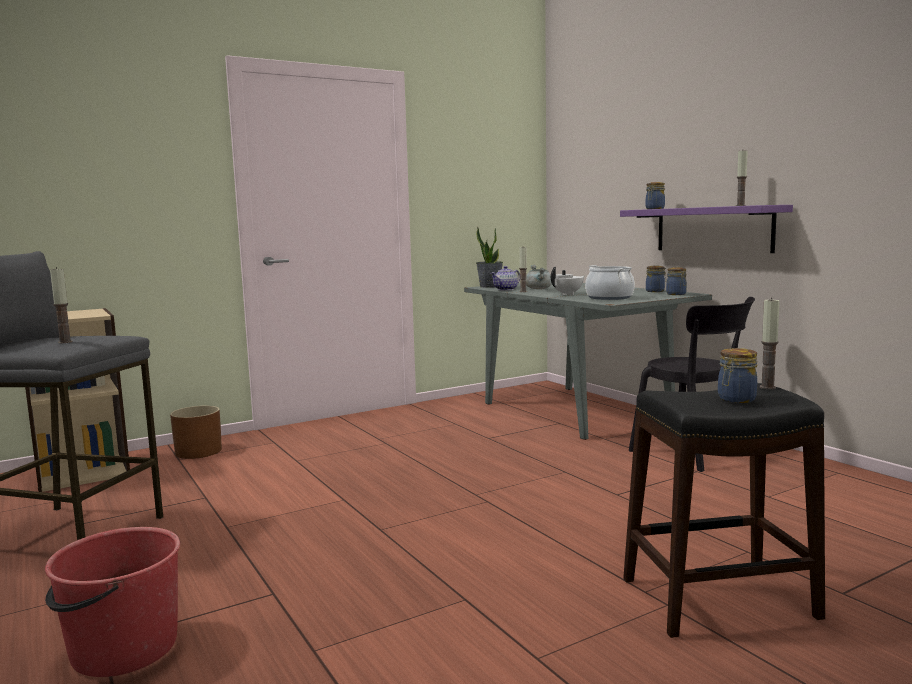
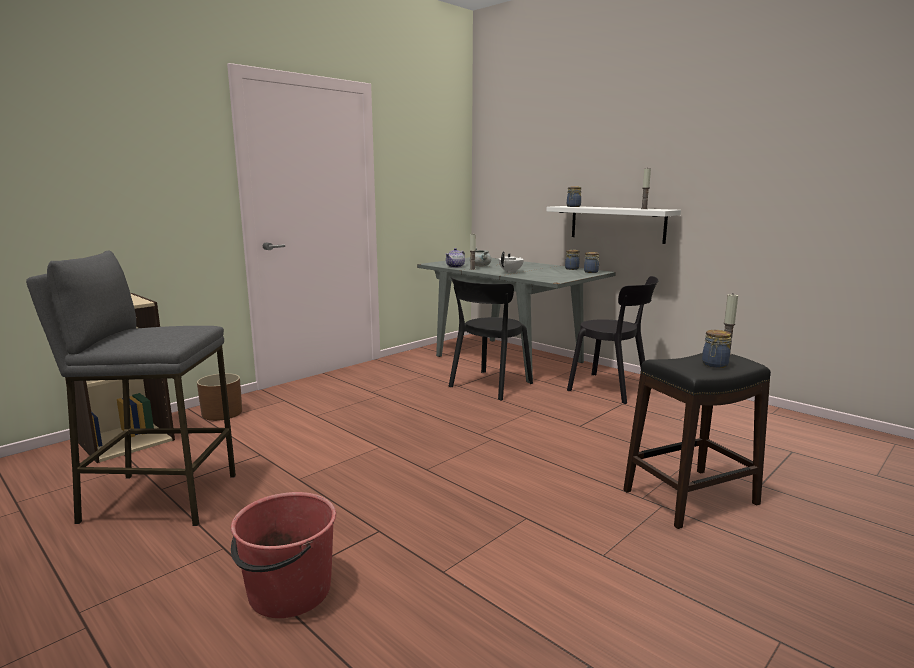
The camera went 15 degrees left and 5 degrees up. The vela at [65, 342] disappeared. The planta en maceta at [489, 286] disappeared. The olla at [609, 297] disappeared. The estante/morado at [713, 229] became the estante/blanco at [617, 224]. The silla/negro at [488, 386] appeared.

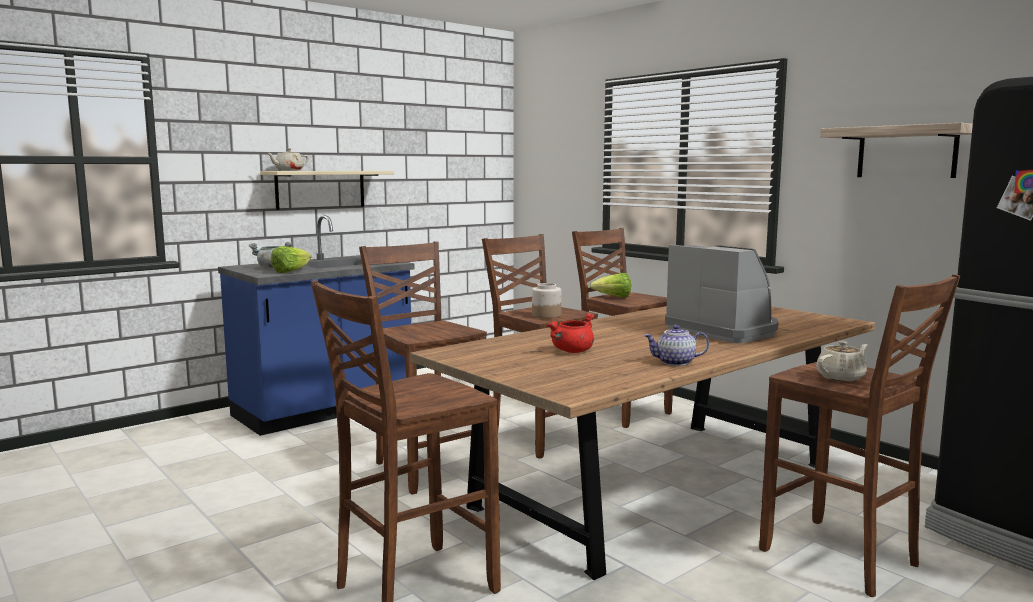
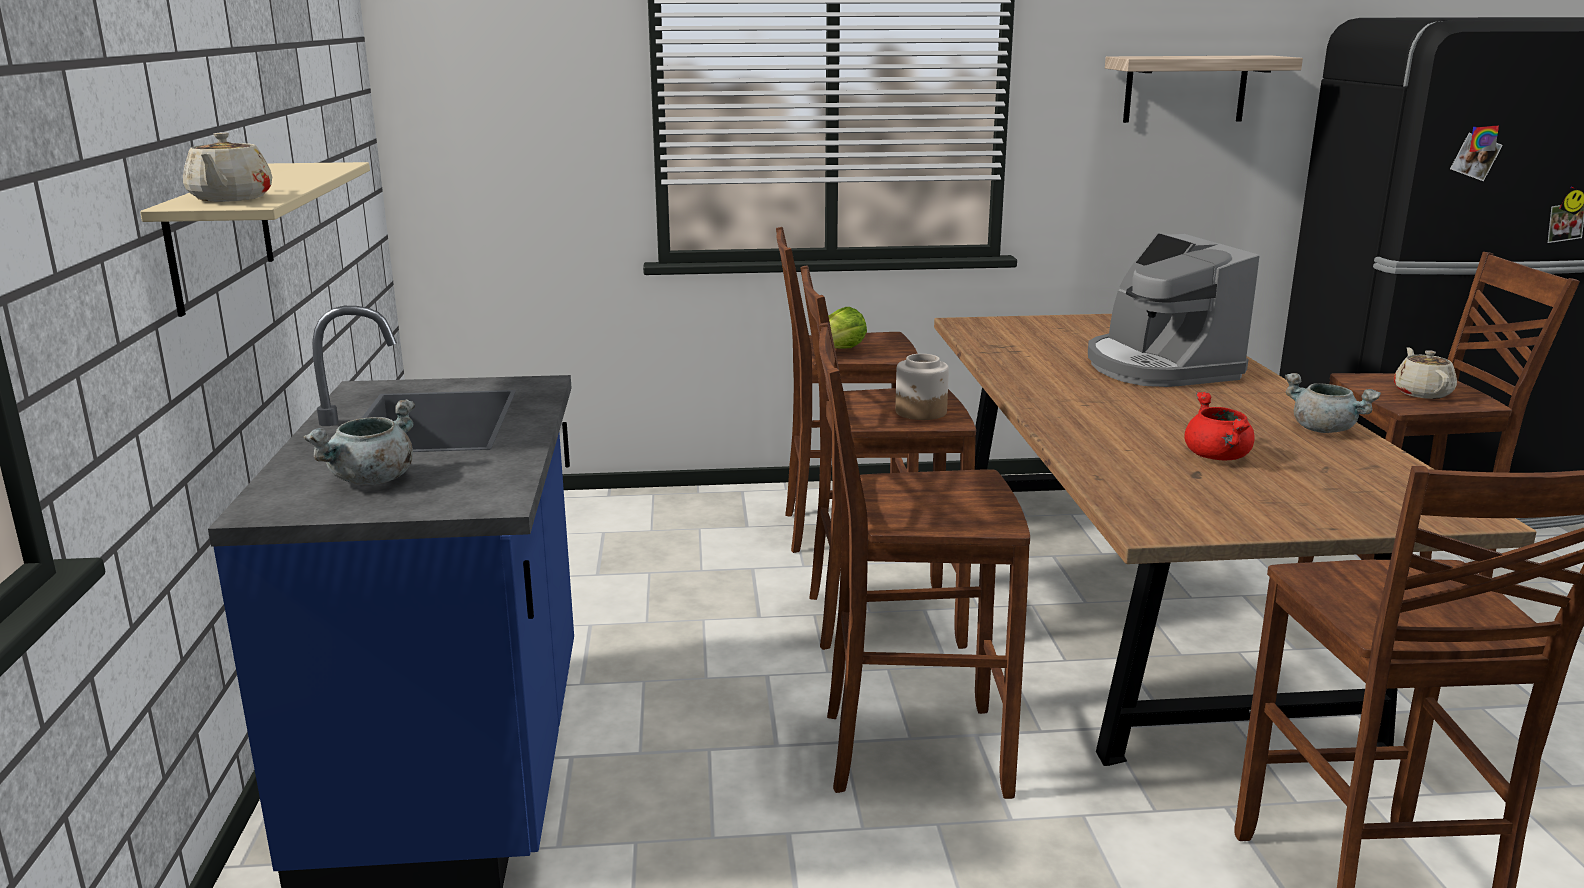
The camera went 55 degrees left and 10 degrees up. The lechuga at [291, 272] disappeared. The tetera at [675, 362] was replaced by the olla/gris at [1324, 430]. The cafetera at [723, 330] turned 105 degrees counterclockwise.

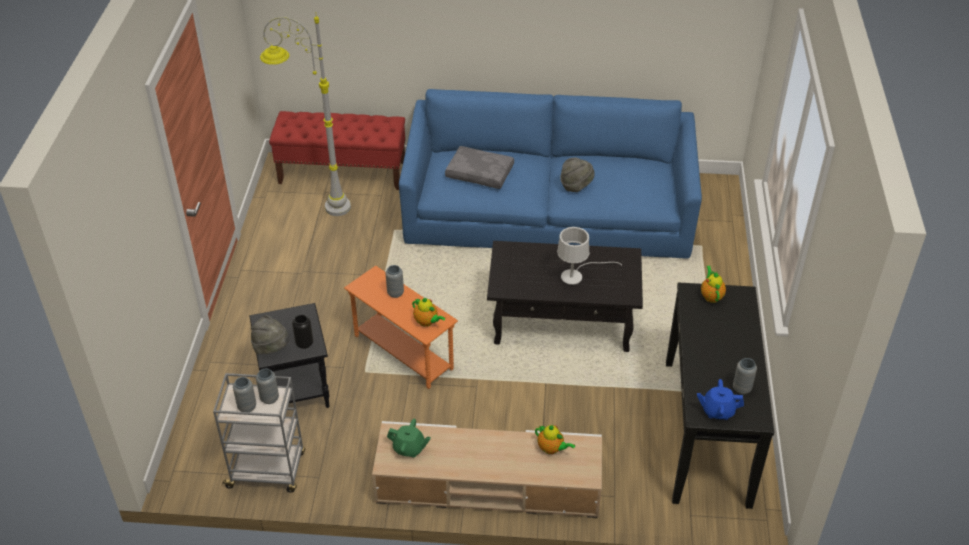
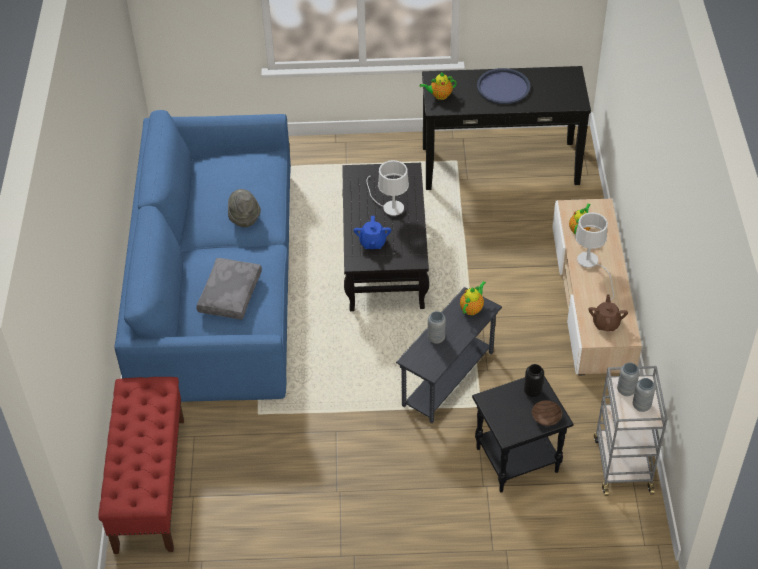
The camera went 95 degrees left and 5 degrees up. The sombrero/gris at [272, 348] was replaced by the cuenco/marrón at [545, 417]. The lámpara de pie/gris at [316, 205] disappeared. The mesa auxiliar/naranja at [403, 353] became the mesa auxiliar/gris at [448, 379]. The tetera/verde at [409, 448] became the tetera/marrón at [606, 323]. The tetera/azul moved from [717, 411] to [372, 243]. The florero/gris at [741, 388] disappeared. The bandeja/azul at [503, 87] appeared. The lámpara de mesa/blanco at [591, 266] appeared.

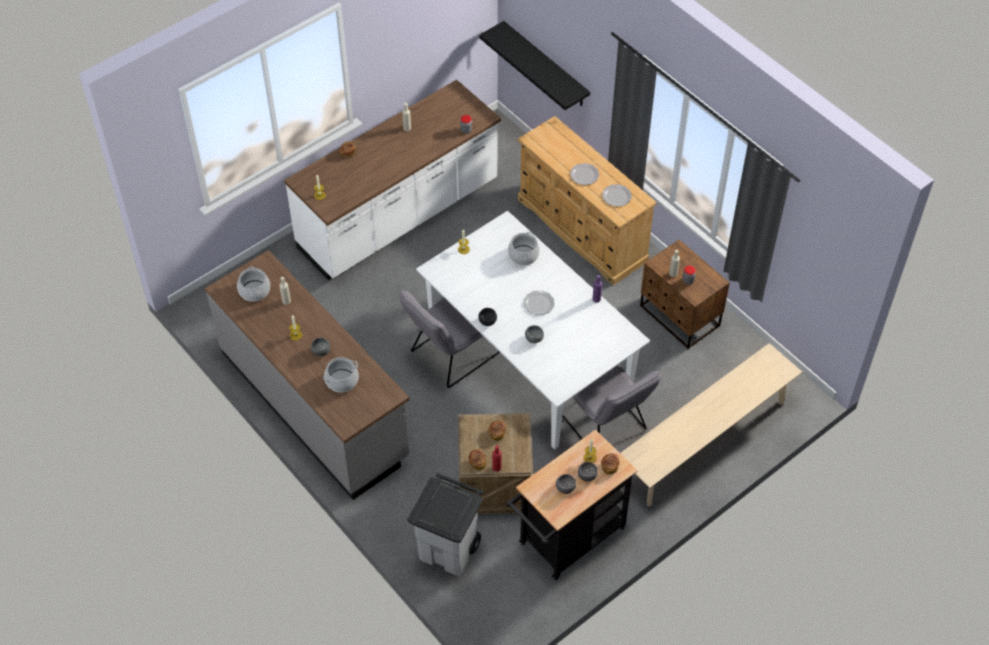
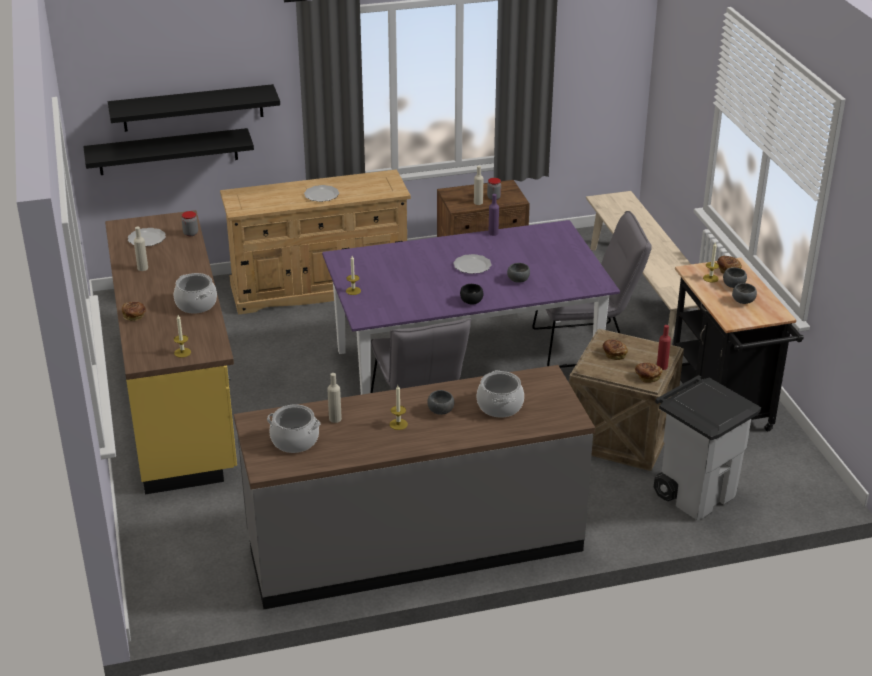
The camera went 65 degrees left and 20 degrees down. The mueble bajo de cocina/blanco at [399, 216] became the mueble bajo de cocina/amarillo at [178, 400]. The mesa de comedor/blanco at [530, 359] became the mesa de comedor/morado at [466, 367]. The olla moved from [523, 255] to [196, 304]. The plato moved from [617, 196] to [147, 238]. The estante/negro at [193, 108] appeared.

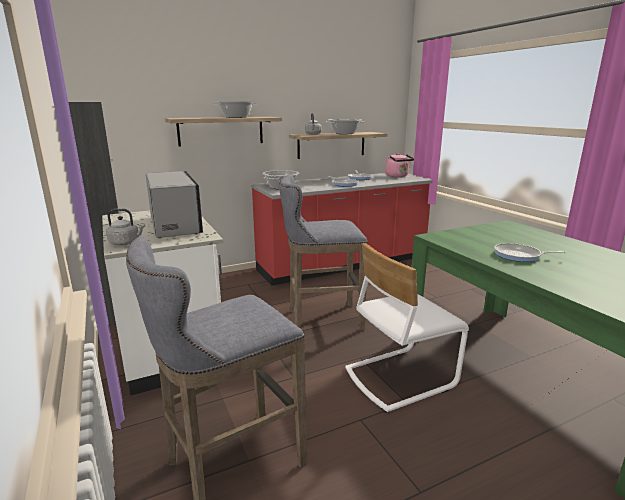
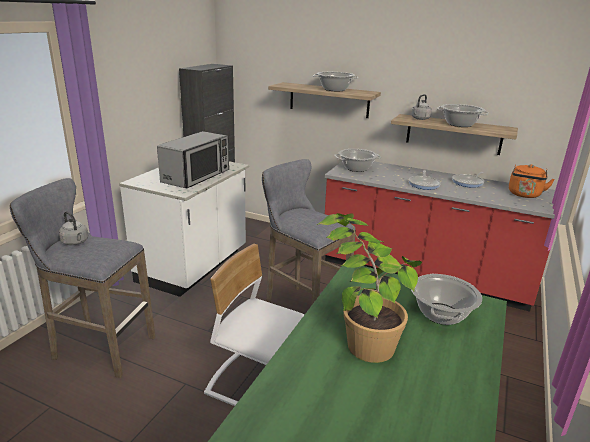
The camera went 50 degrees right and 5 degrees up. The hervidor/gris moved from [126, 243] to [75, 242]. The hervidor/rosa at [398, 176] became the hervidor/naranja at [524, 195]. The sartén at [520, 256] was replaced by the planta en maceta at [360, 331]. The olla at [441, 314] appeared.

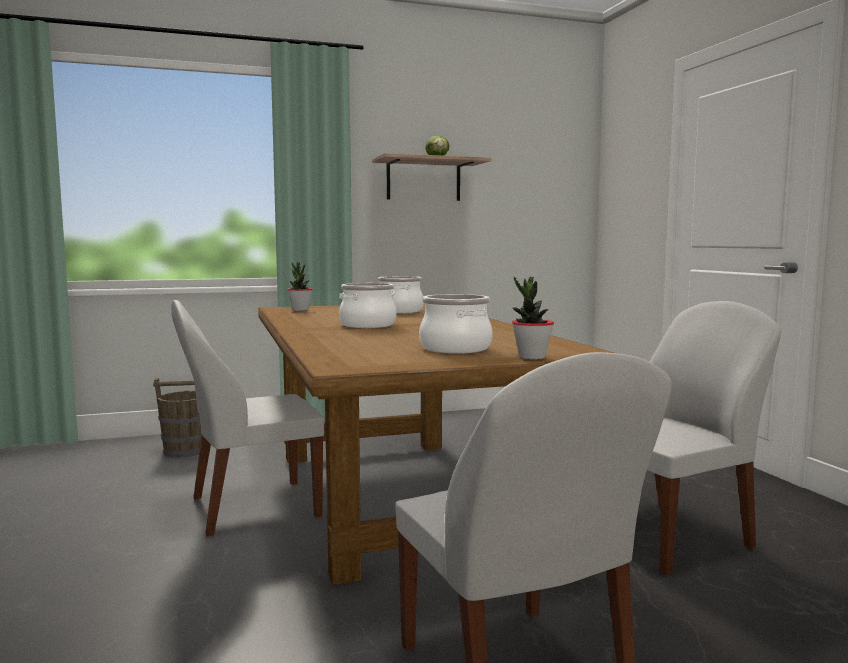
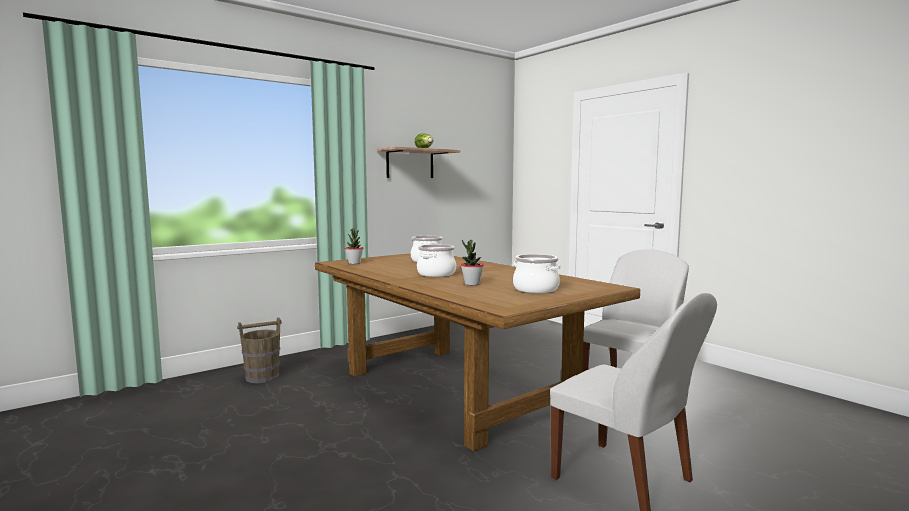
The camera went 20 degrees left and 0 degrees up. The silla/blanco at [250, 508] disappeared. The planta en maceta moved from [531, 357] to [472, 284].

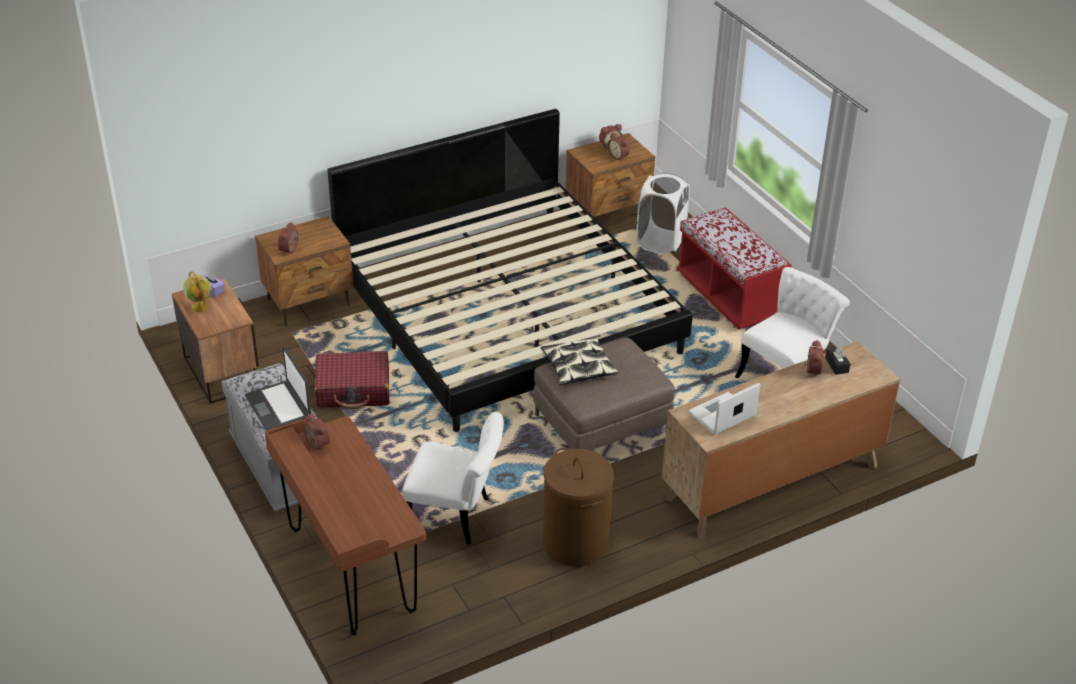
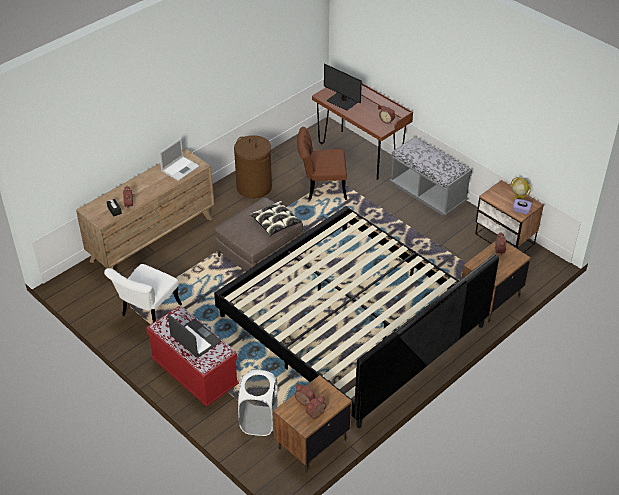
The camera went 165 degrees right and 5 degrees up. The portátil moved from [279, 406] to [195, 339]. The maleta/rojo at [353, 389] disappeared. The silla/blanco at [456, 517] became the silla/marrón at [321, 187]. The monitor at [342, 101] appeared.

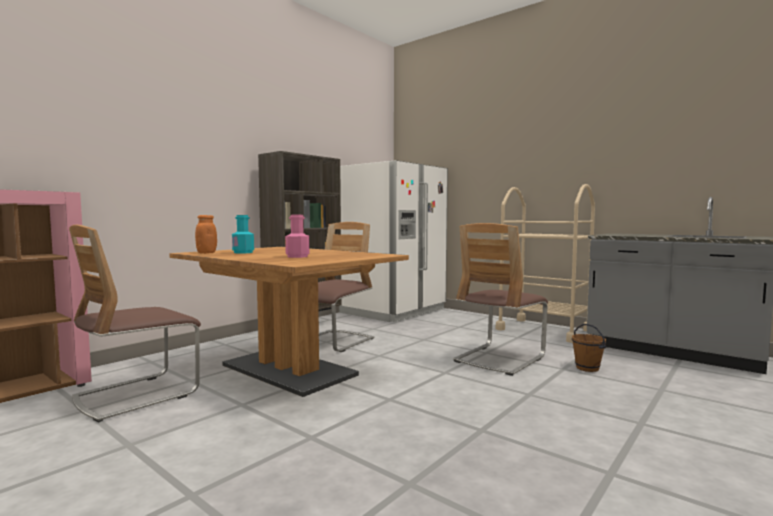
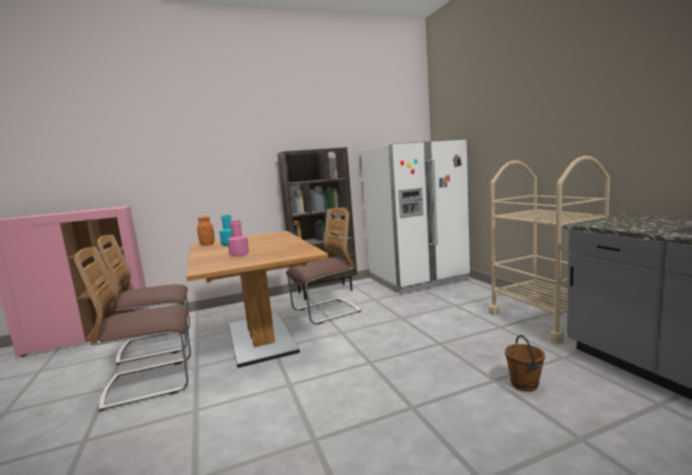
The camera went 30 degrees right and 5 degrees up. The silla moved from [499, 359] to [151, 383].

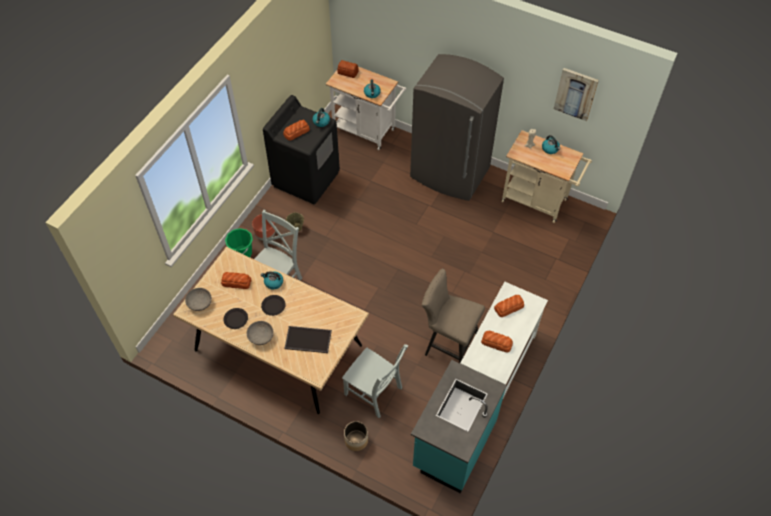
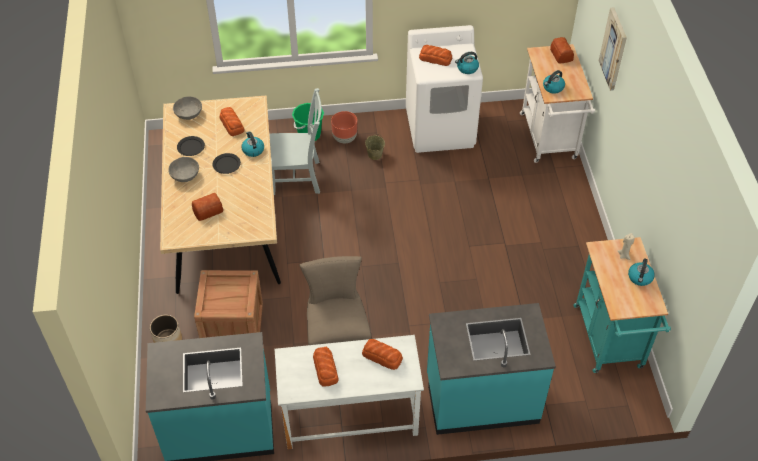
The camera went 55 degrees right and 5 degrees down. The lavadora/negro at [306, 179] became the lavadora/blanco at [440, 128]. The bandeja at [307, 340] was replaced by the pan at [207, 210]. The silla/gris at [375, 393] was replaced by the caja de embalaje at [233, 326]. The nevera/gris at [450, 173] disappeared. The carrito/beis at [538, 202] became the carrito/turquesa at [609, 341]. The cuadro moved from [576, 94] to [614, 49]. The mueble bajo de cocina/turquesa at [481, 398] appeared.

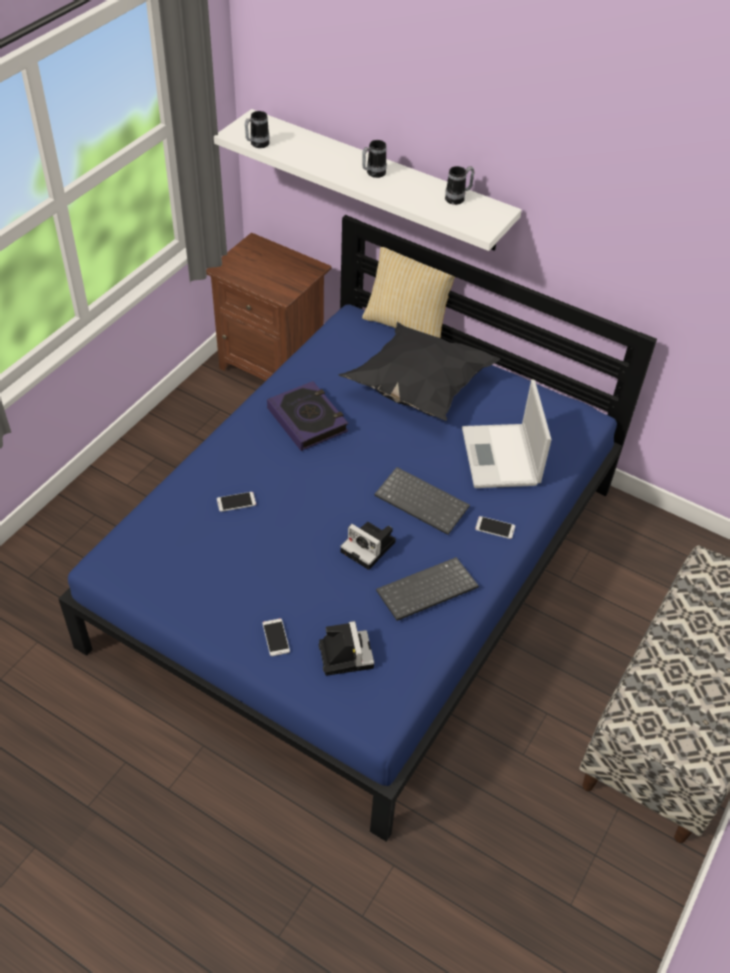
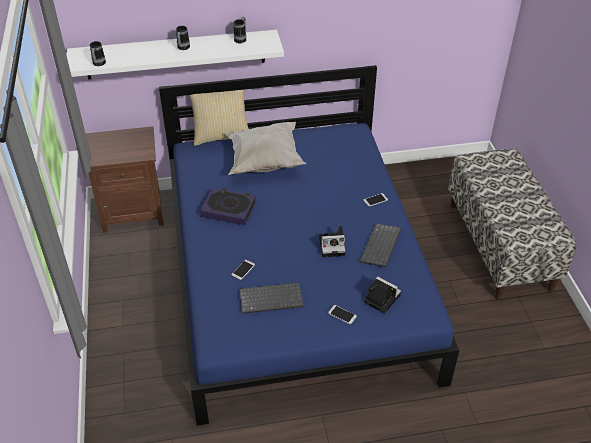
The camera went 40 degrees left and 5 degrees down. The cojín/negro at [417, 389] became the cojín/blanco at [264, 162]. The teclado moved from [423, 501] to [272, 298]. The portátil at [501, 458] disappeared.

